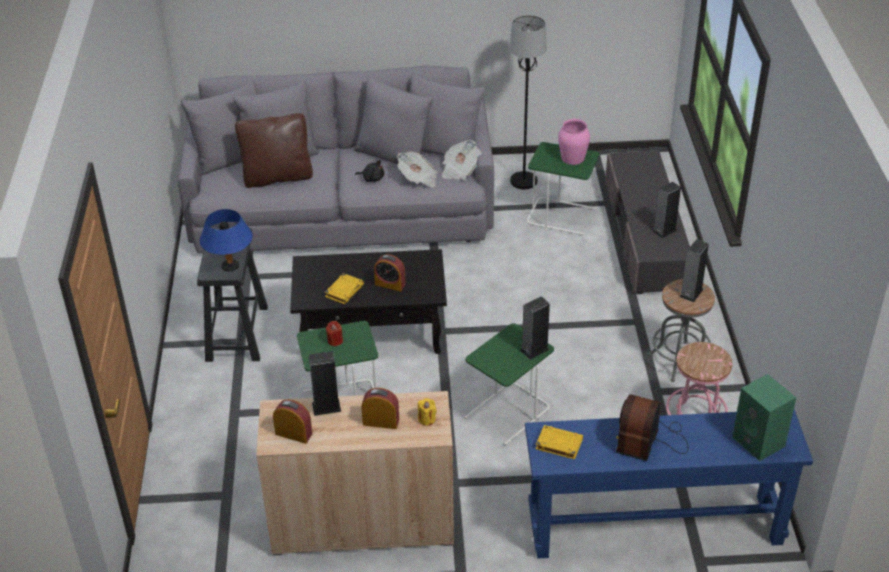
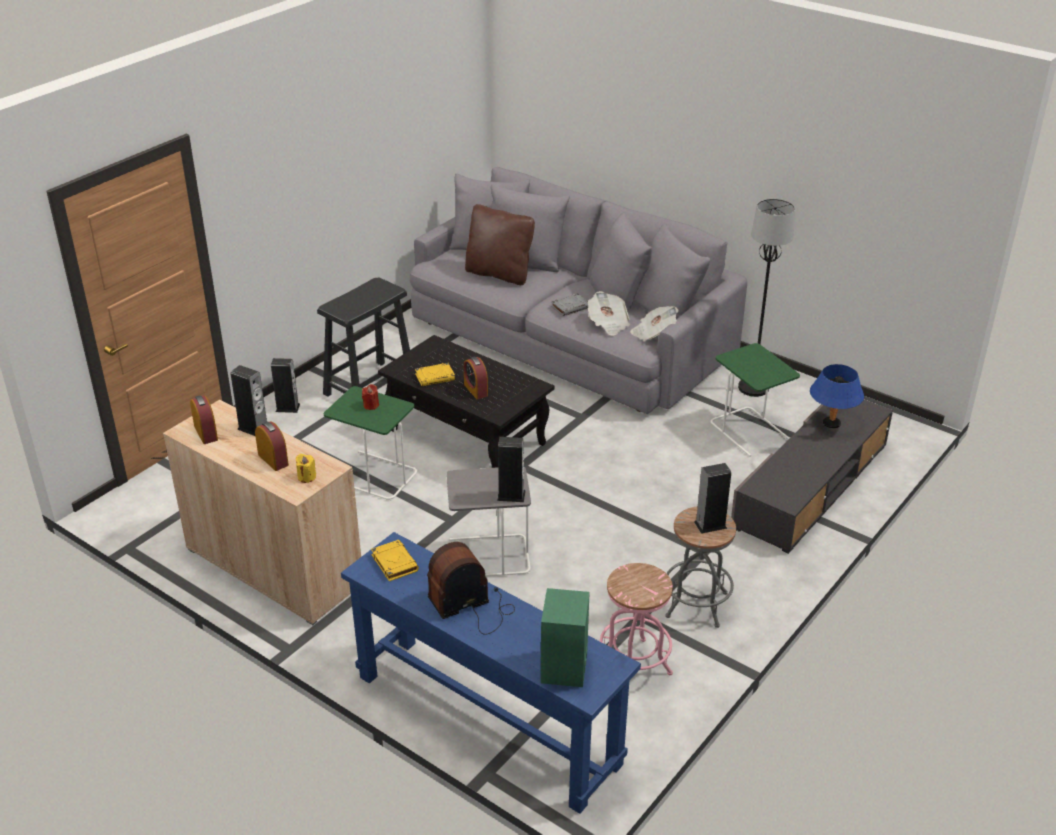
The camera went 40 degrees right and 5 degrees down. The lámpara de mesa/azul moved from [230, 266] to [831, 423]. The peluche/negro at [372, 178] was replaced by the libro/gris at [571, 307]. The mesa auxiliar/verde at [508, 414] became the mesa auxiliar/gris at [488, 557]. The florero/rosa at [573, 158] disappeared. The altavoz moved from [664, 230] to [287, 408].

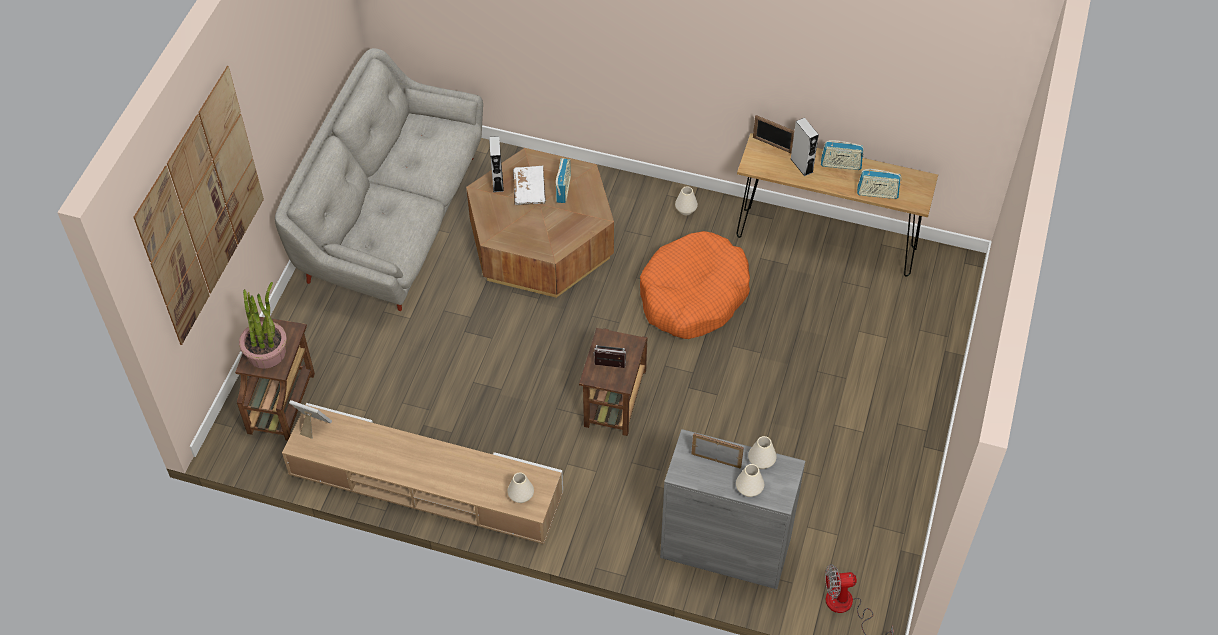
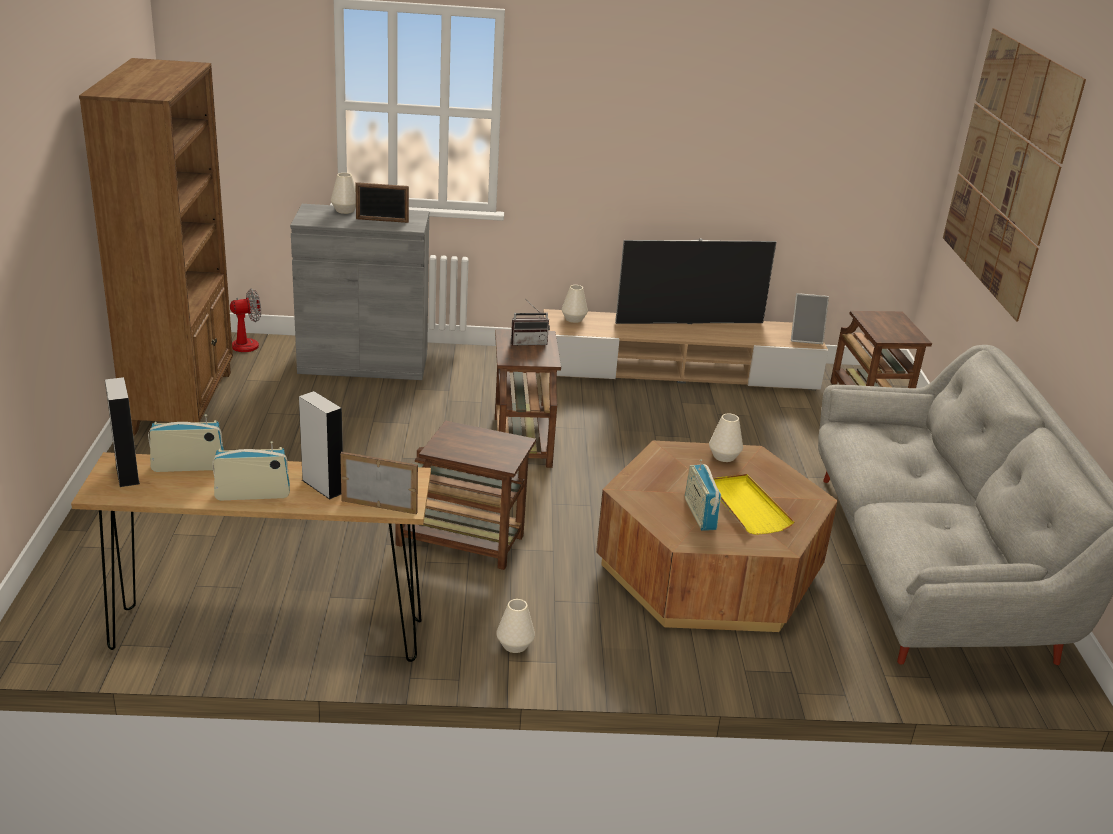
The camera went 160 degrees right and 25 degrees down. The planta en maceta at [266, 352] disappeared. The altavoz/gris moved from [497, 182] to [127, 473]. The libro/blanco at [529, 190] was replaced by the bandeja/amarillo at [746, 507]. The cama para perro/naranja at [693, 295] was replaced by the mesa auxiliar/marrón at [463, 542]. The florero/blanco moved from [761, 461] to [724, 456]. The estantería/marrón at [182, 401] appeared. The televisor at [689, 323] appeared.

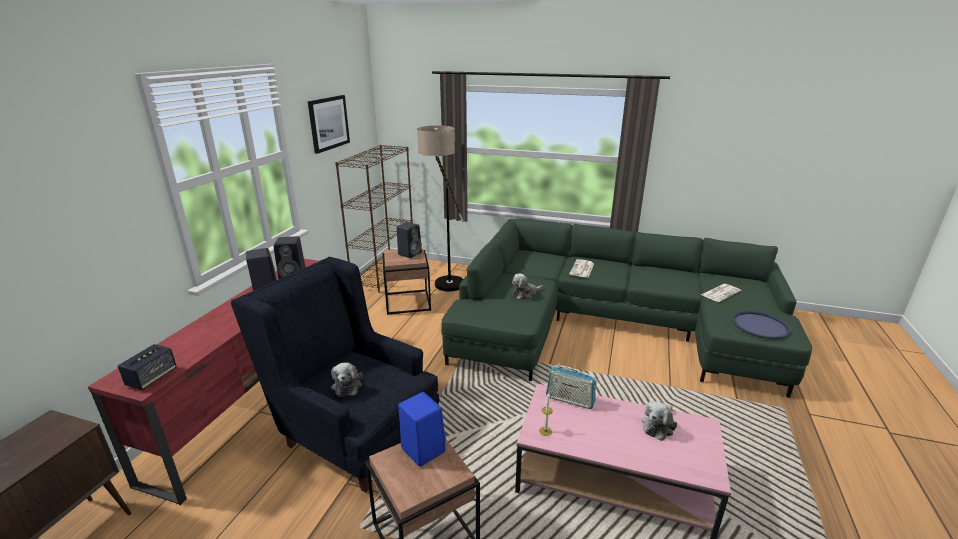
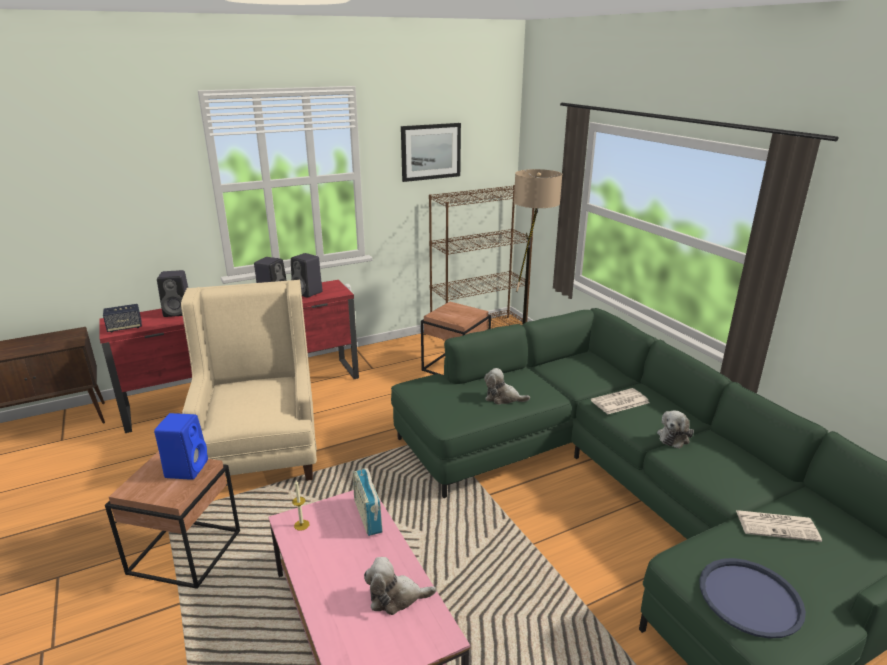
The camera went 45 degrees right and 0 degrees up. The sillón/azul at [353, 430] became the sillón/beis at [261, 448]. The peluche moved from [347, 385] to [674, 436]. The altavoz/negro moved from [410, 253] to [179, 312].

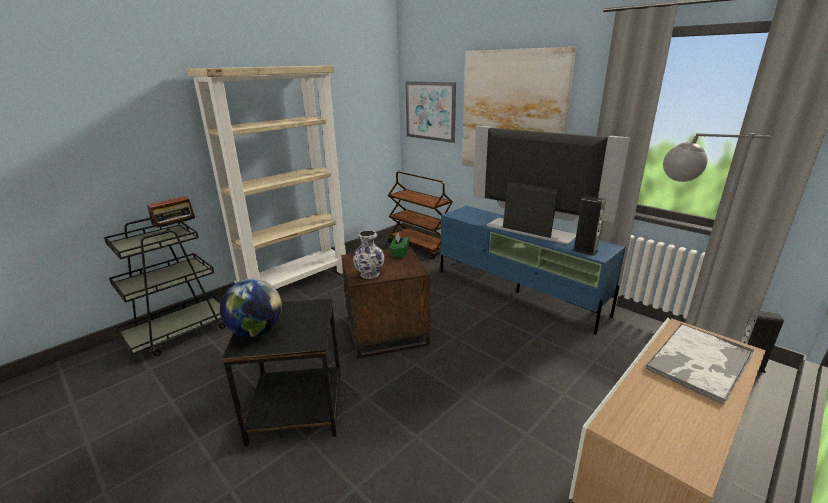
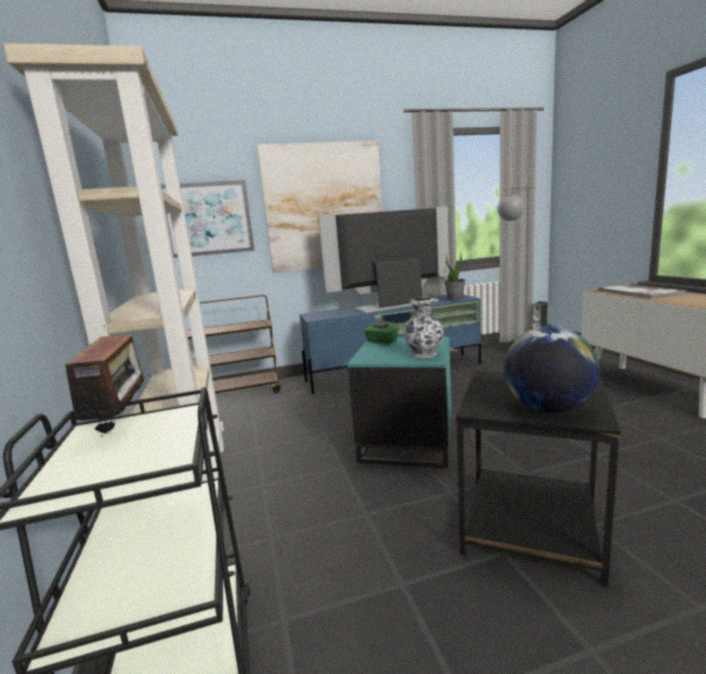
The camera went 60 degrees left and 10 degrees down. The mesa auxiliar/marrón at [386, 332] became the mesa auxiliar/turquesa at [406, 441]. The altavoz at [585, 250] was replaced by the planta en maceta at [455, 299].

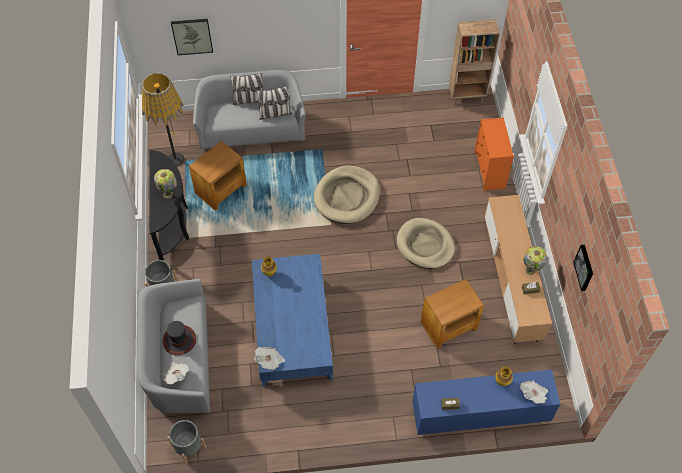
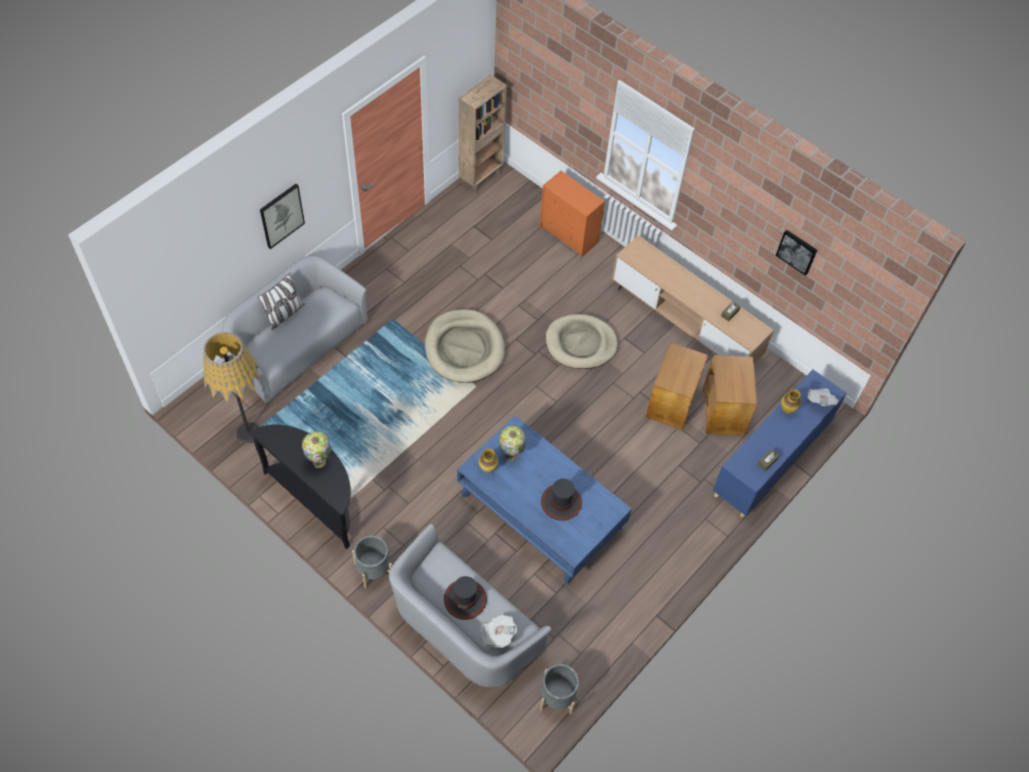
The camera went 45 degrees left and 0 degrees up. The cuadro moved from [192, 36] to [281, 215]. The mesa auxiliar/marrón moved from [220, 189] to [723, 411]. The periódico at [270, 361] disappeared. The cojín at [275, 114] disappeared. The lámpara de mesa moved from [531, 270] to [511, 455]. The sombrero at [561, 502] appeared.

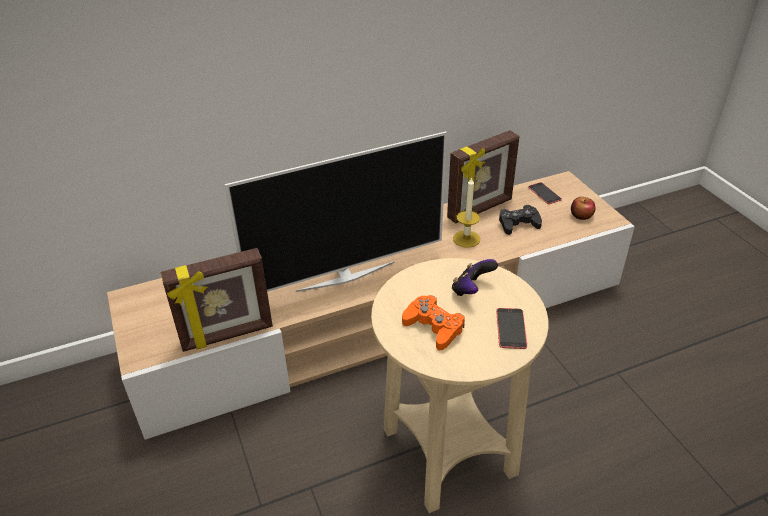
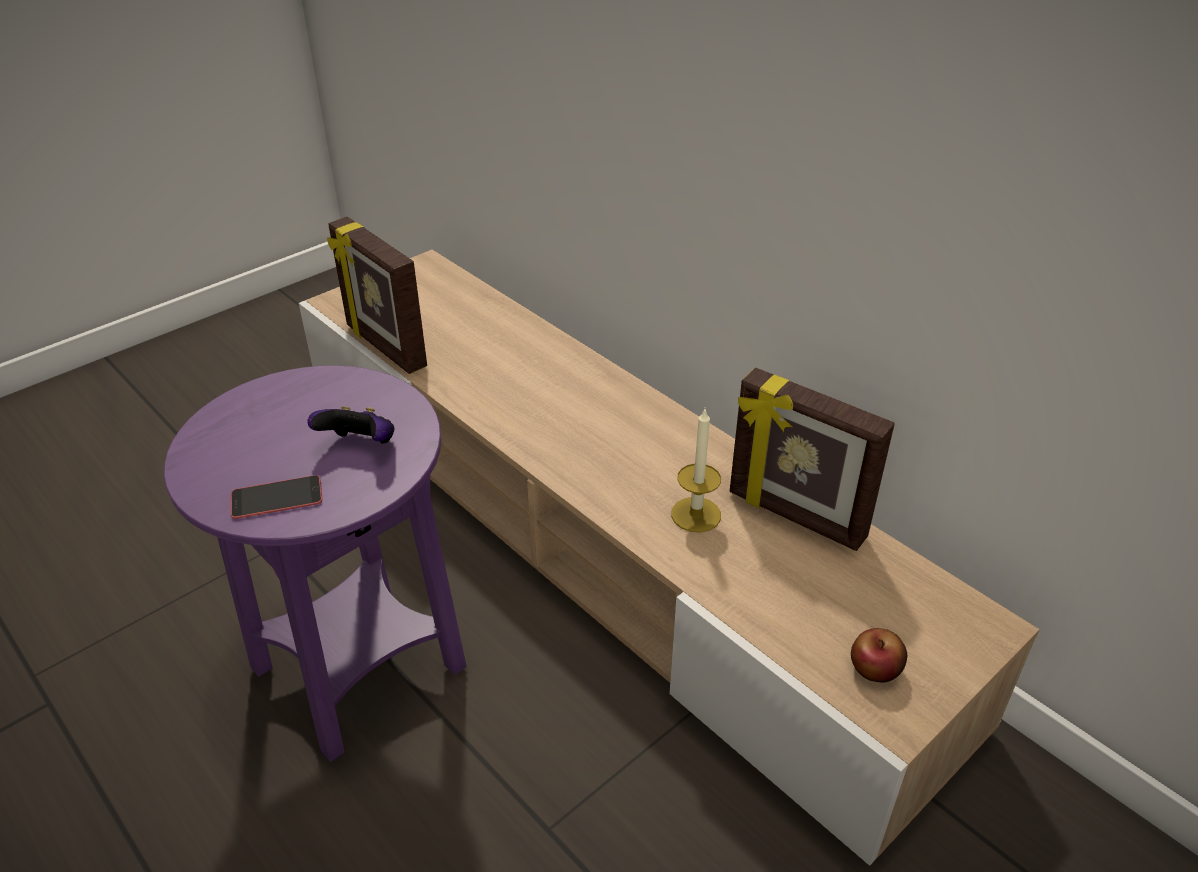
The camera went 70 degrees right and 0 degrees up. The televisor at [345, 275] disappeared. The mesa auxiliar/beis at [448, 452] became the mesa auxiliar/morado at [359, 668]. The mando de consola/naranja at [433, 327] disappeared. The mando de consola/negro at [518, 224] disappeared. The móvil at [544, 193] disappeared.

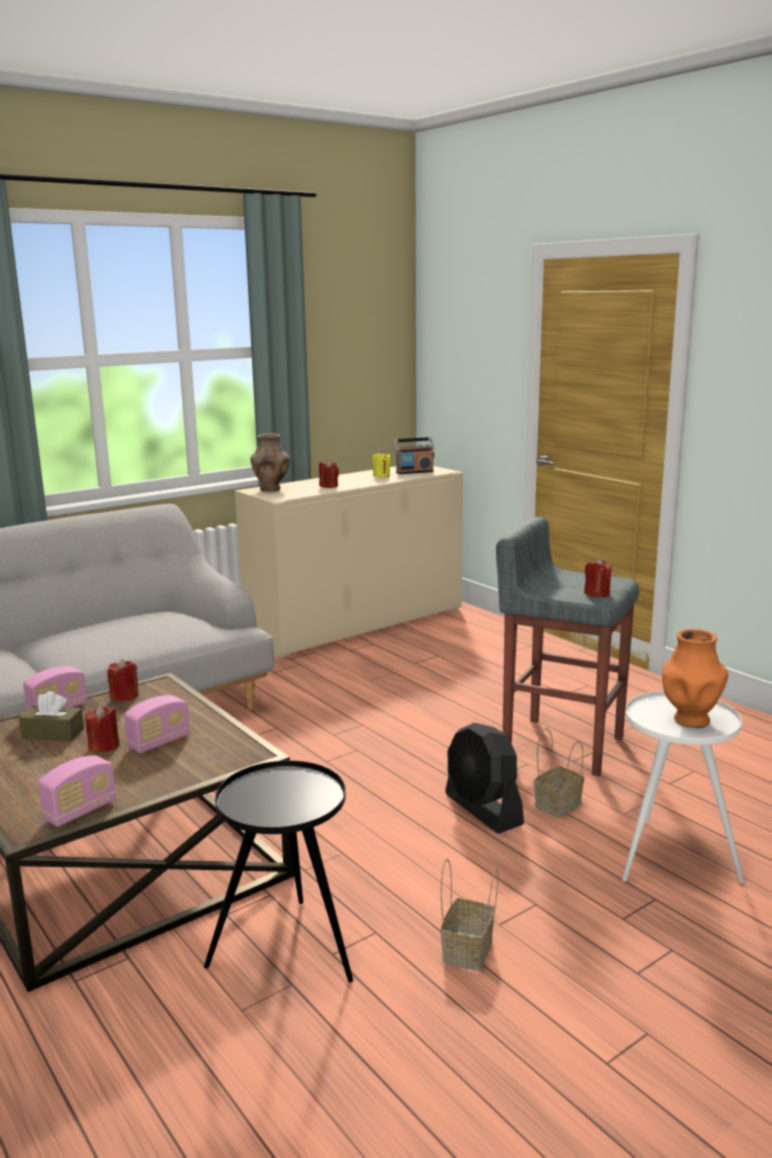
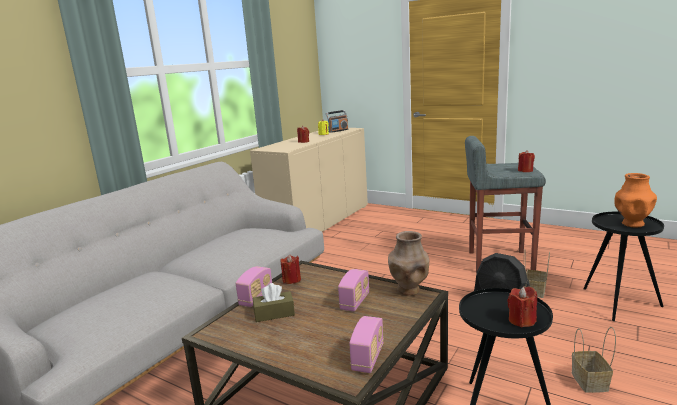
The camera went 20 degrees left and 0 degrees up. The vela/rojo moved from [104, 746] to [521, 320]. The florero/marrón moved from [270, 489] to [409, 290]. The mesa auxiliar/blanco at [670, 856] became the mesa auxiliar/negro at [617, 303].

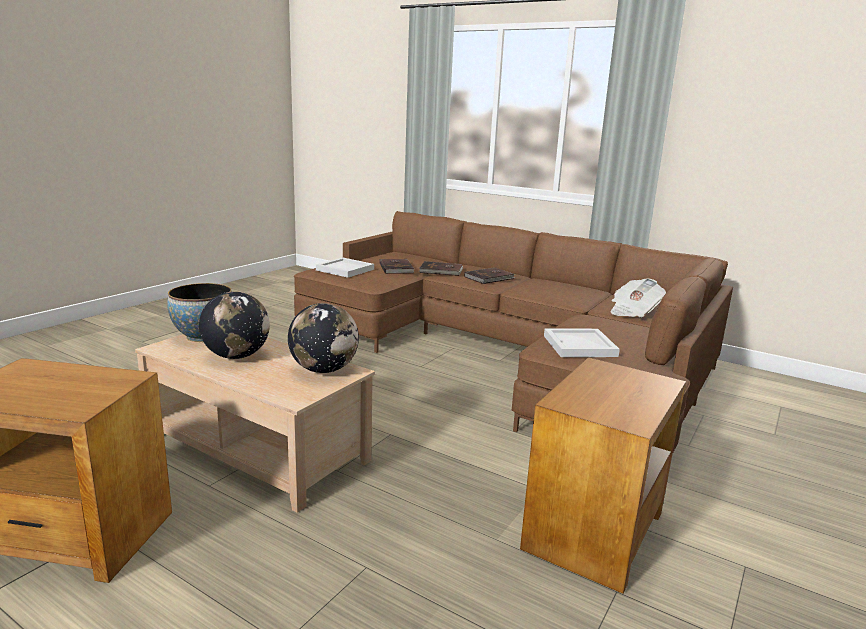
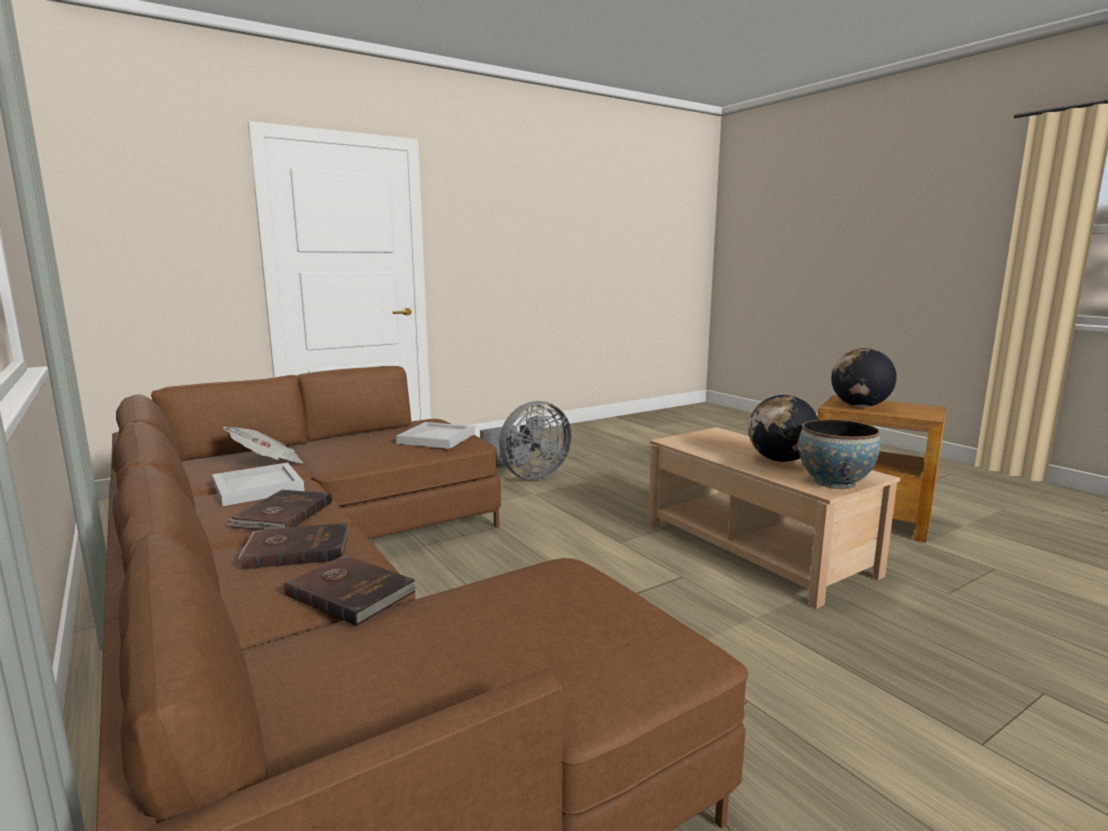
The camera went 155 degrees left and 5 degrees down. The globo terráqueo moved from [324, 370] to [859, 406]. The bandeja/blanco moved from [344, 270] to [259, 487]. The libro/marrón moved from [397, 268] to [282, 515]. The mesa auxiliar/marrón at [592, 530] was replaced by the ventilador/gris at [528, 476].

